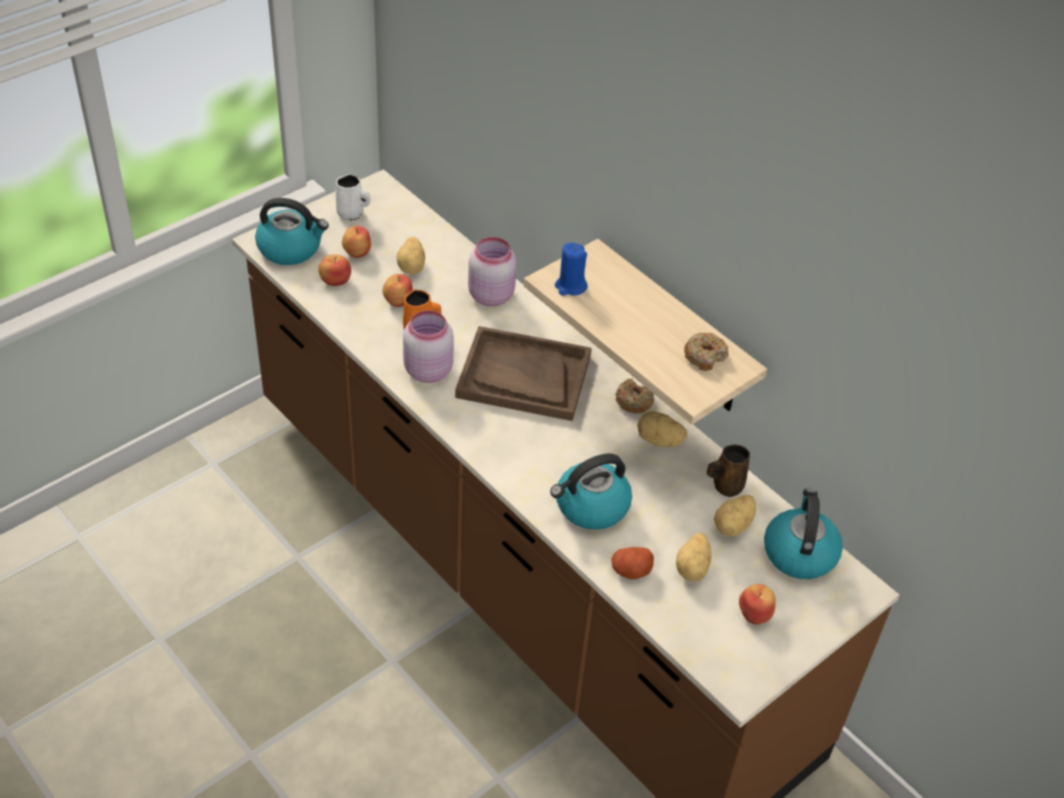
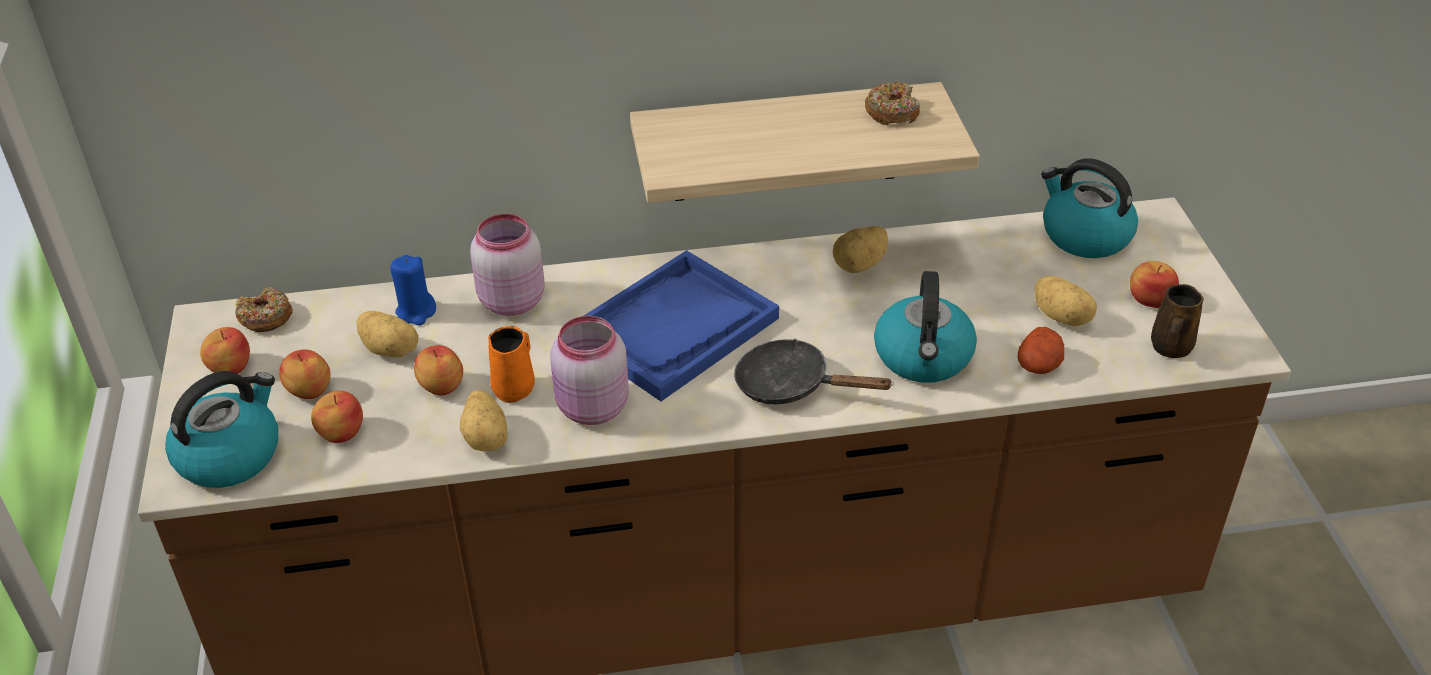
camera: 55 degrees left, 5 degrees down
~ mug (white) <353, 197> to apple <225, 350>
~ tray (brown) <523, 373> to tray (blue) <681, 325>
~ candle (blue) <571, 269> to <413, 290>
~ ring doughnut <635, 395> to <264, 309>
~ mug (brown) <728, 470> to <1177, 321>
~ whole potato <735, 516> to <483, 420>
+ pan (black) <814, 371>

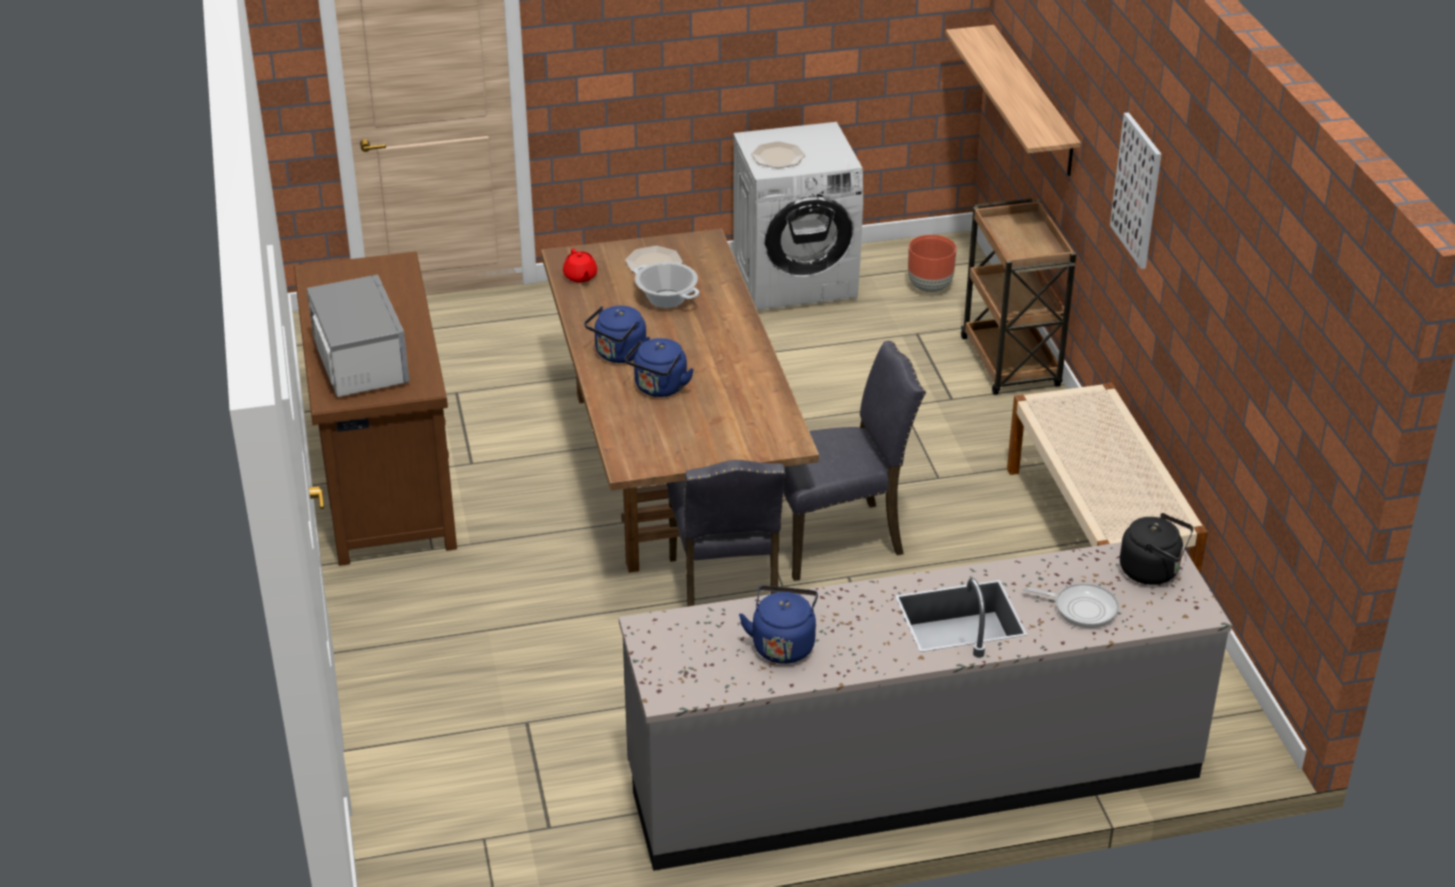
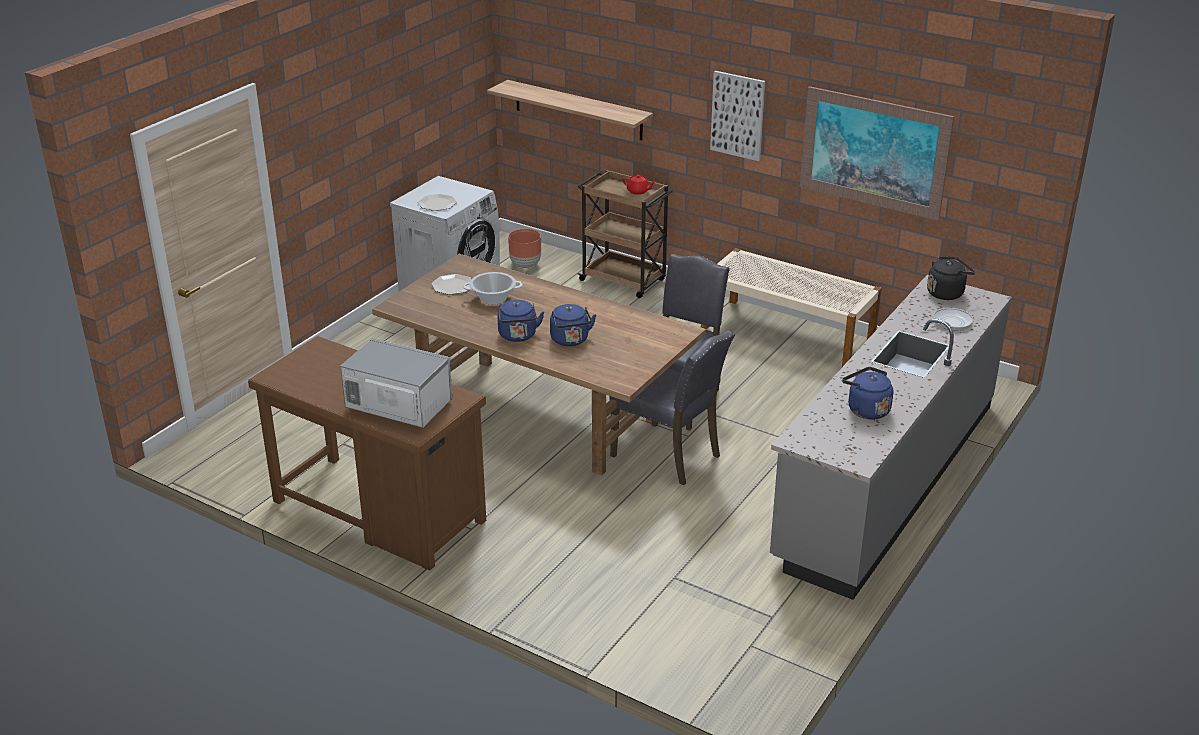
camera: 45 degrees left, 5 degrees down
~ pot for tea (red) <580, 265> to <638, 185>
+ wall picture <877, 153>

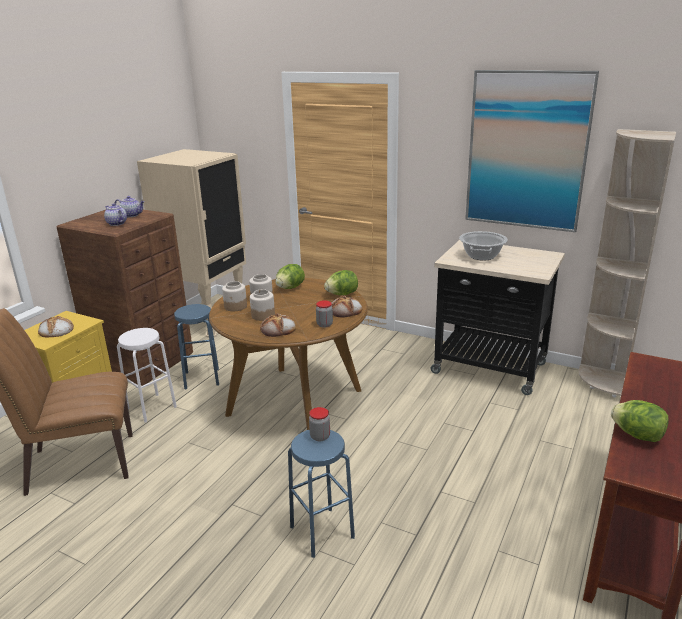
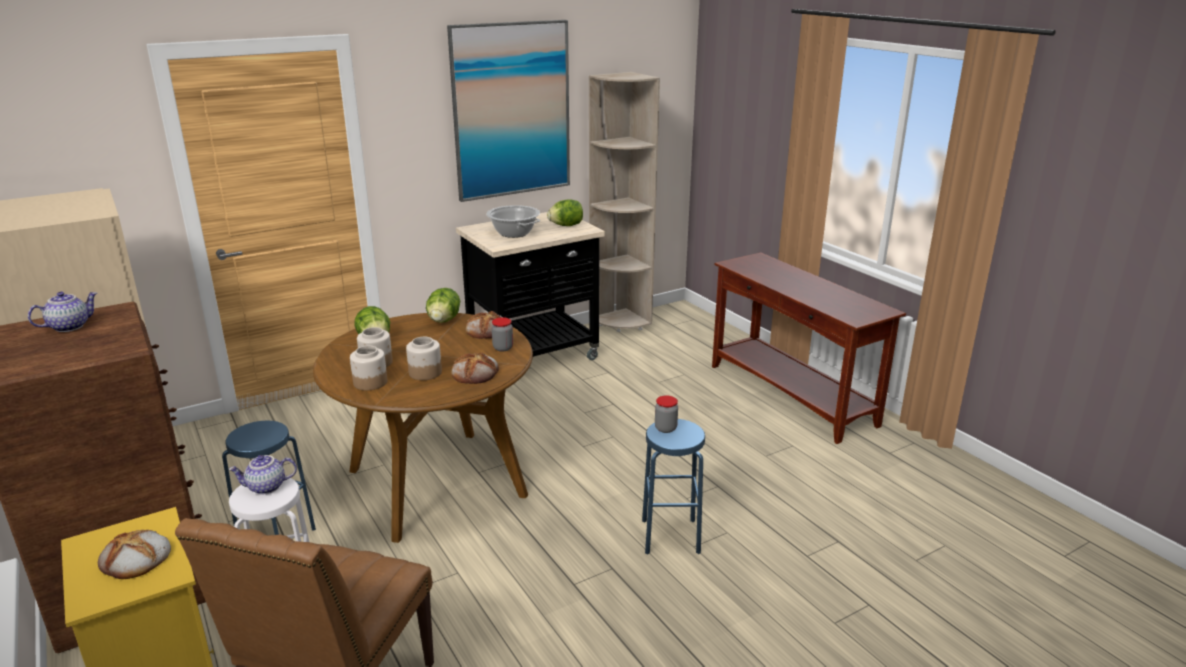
camera: 60 degrees left, 0 degrees up
~ pot for tea <115, 214> to <262, 474>
~ lettuce <640, 421> to <565, 212>

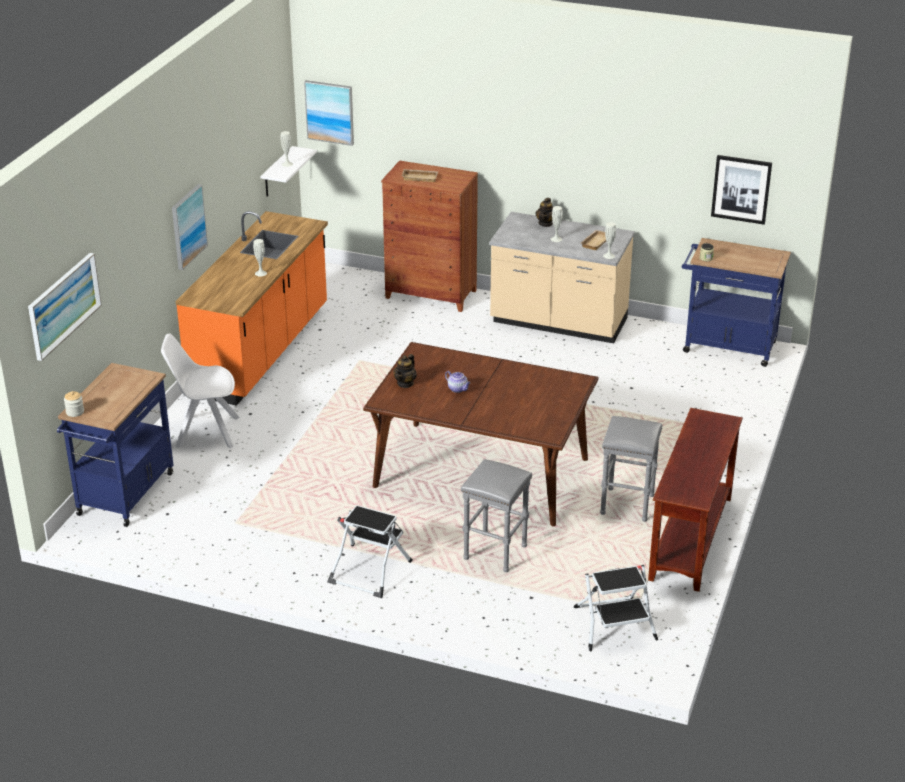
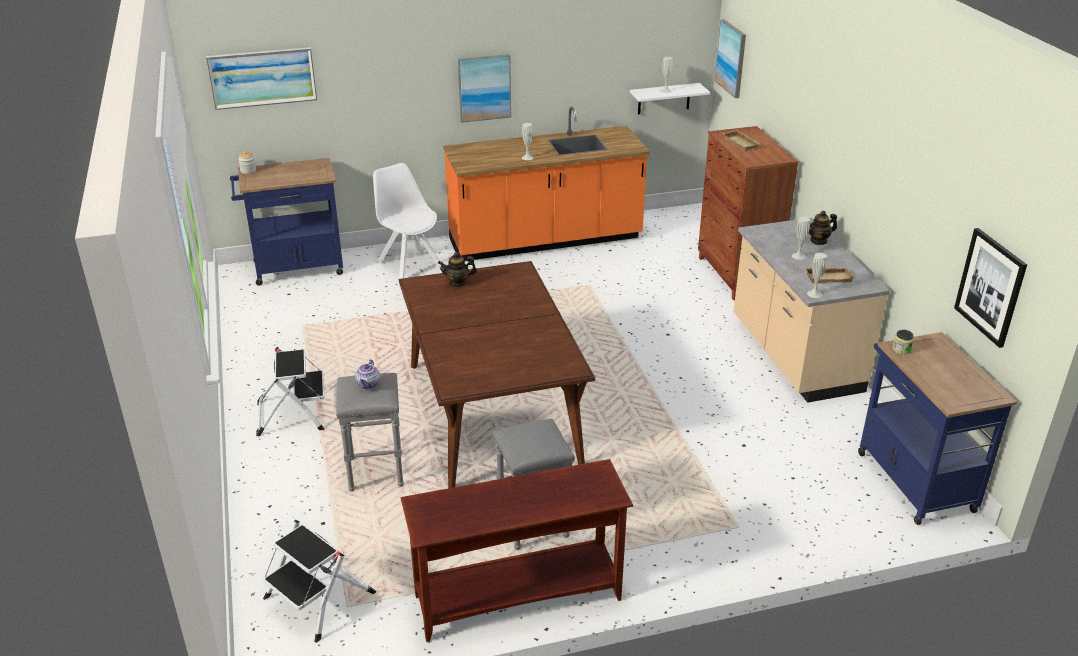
camera: 55 degrees right, 0 degrees up
~ pot for tea <457, 382> to <367, 374>

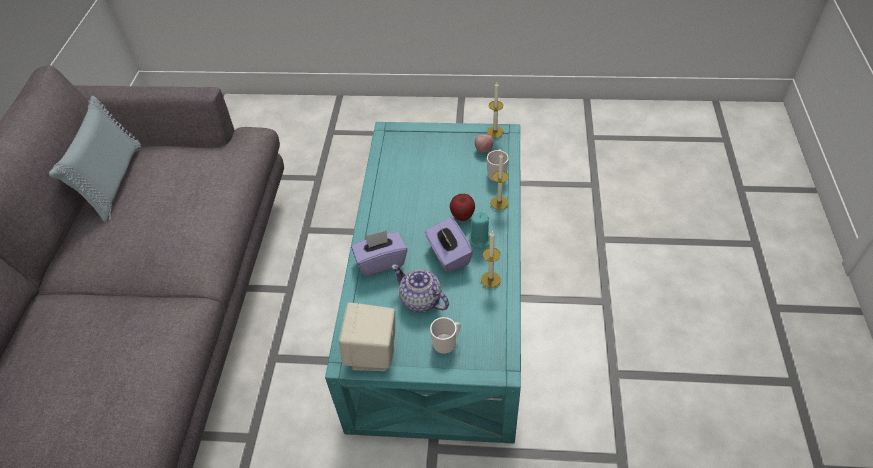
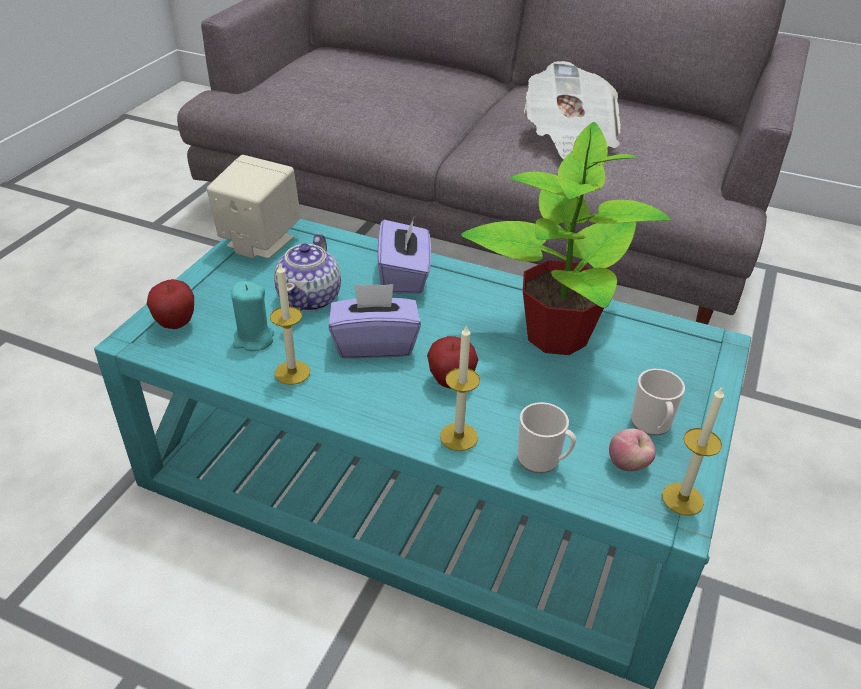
camera: 105 degrees right, 10 degrees down
- throw pillow (blue) <95, 159>
~ pot for tea <420, 288> = <307, 272> 135 degrees clockwise
~ mug <445, 335> to <658, 402>
~ candle (blue-green) <479, 230> to <252, 316>
+ apple <170, 304>
+ houseplant <566, 238>
+ daily paper <572, 110>

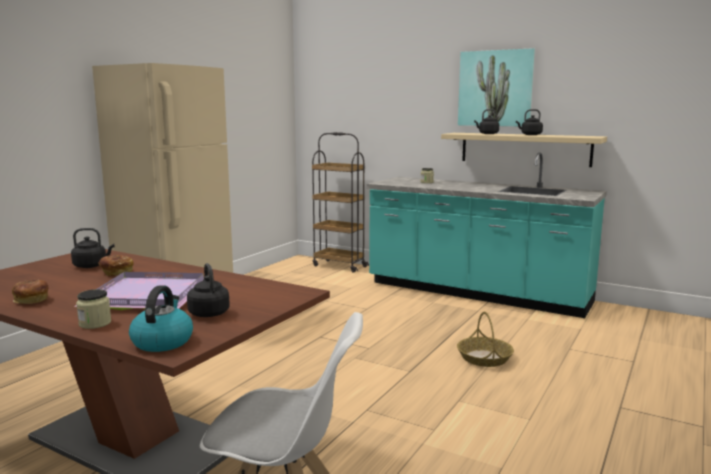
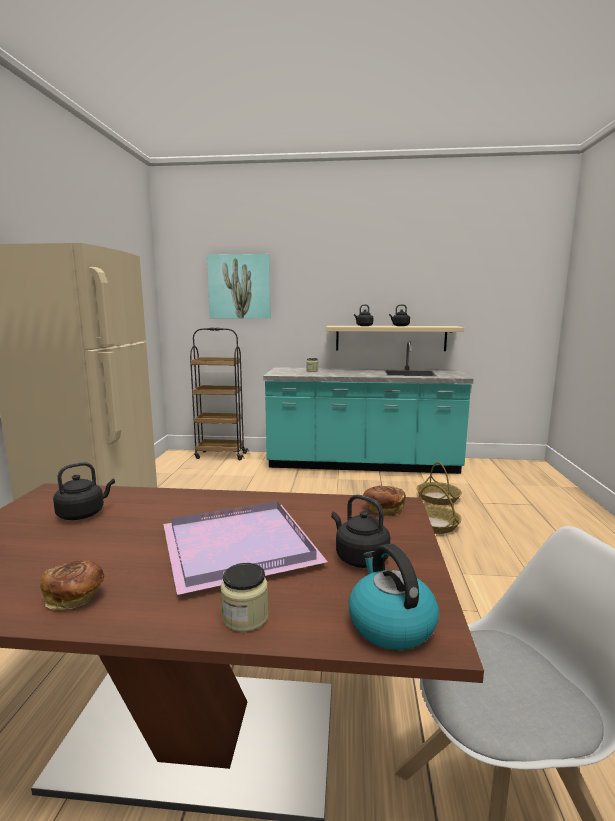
camera: 25 degrees left, 0 degrees up
~ baked bread <116, 265> to <384, 501>
~ wall picture <496, 87> to <239, 286>
+ storage basket <439, 483>

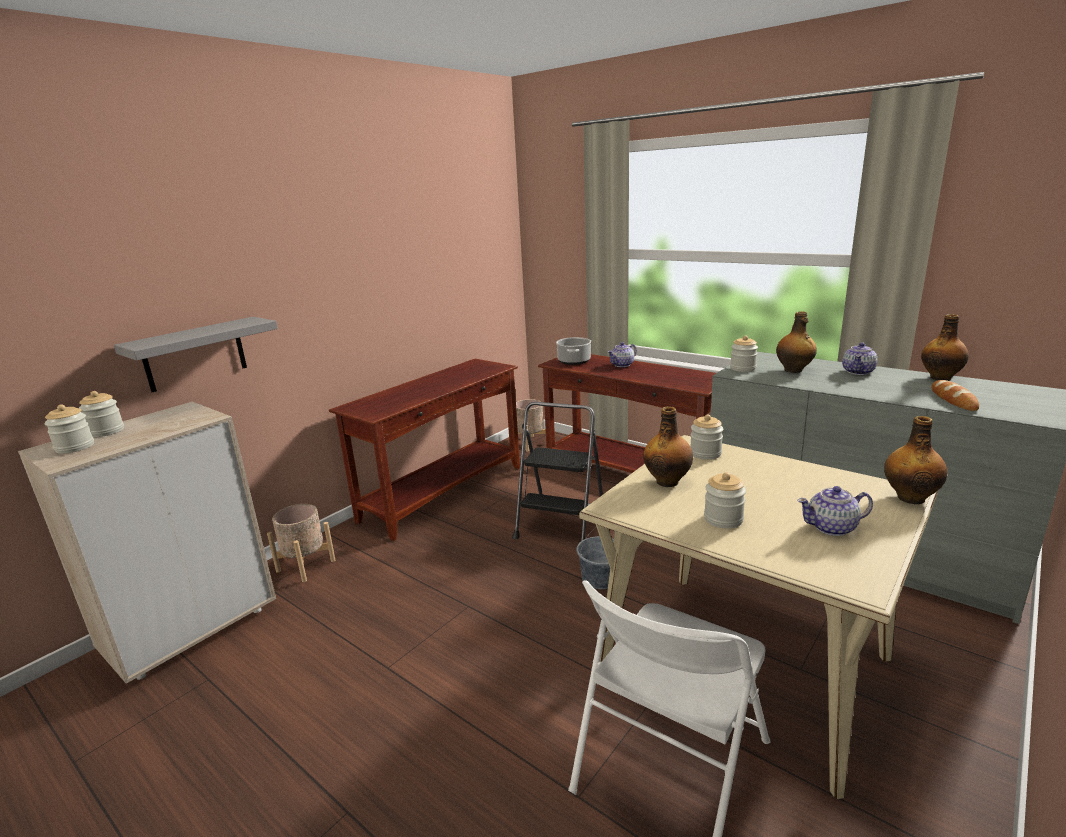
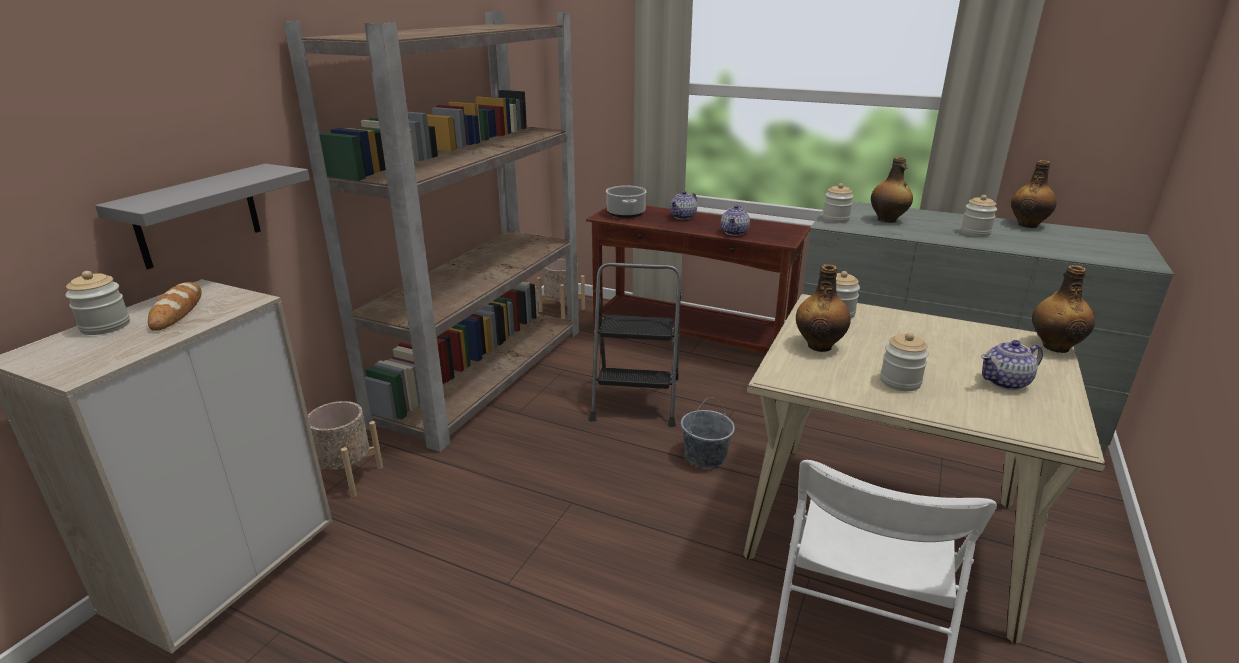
camera: 15 degrees left, 5 degrees up
~ storage jar <69, 429> to <979, 215>
~ hall table (brown) <424, 450> to bookshelf (brown) <431, 231>
~ pot for tea <859, 358> to <735, 220>
~ baked bread <955, 395> to <175, 306>

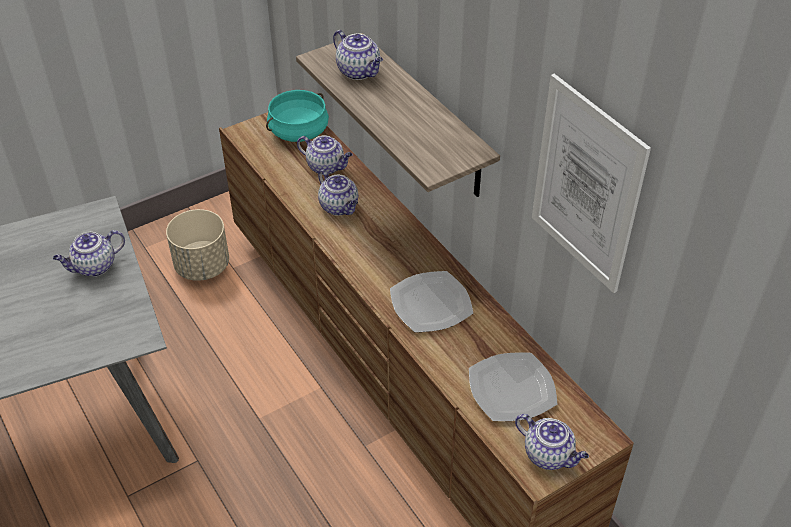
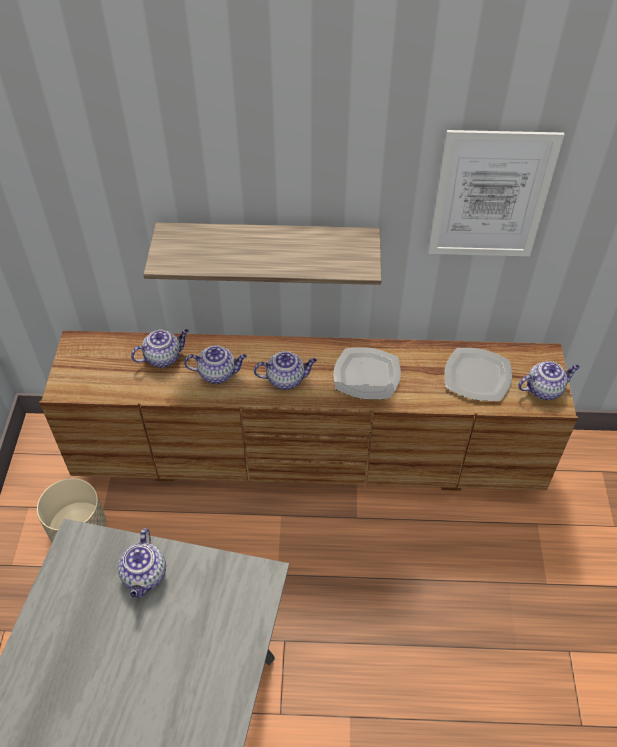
camera: 55 degrees left, 5 degrees up
- saucepot (blue-green) <297, 116>
~ pot for tea <358, 55> to <285, 370>

